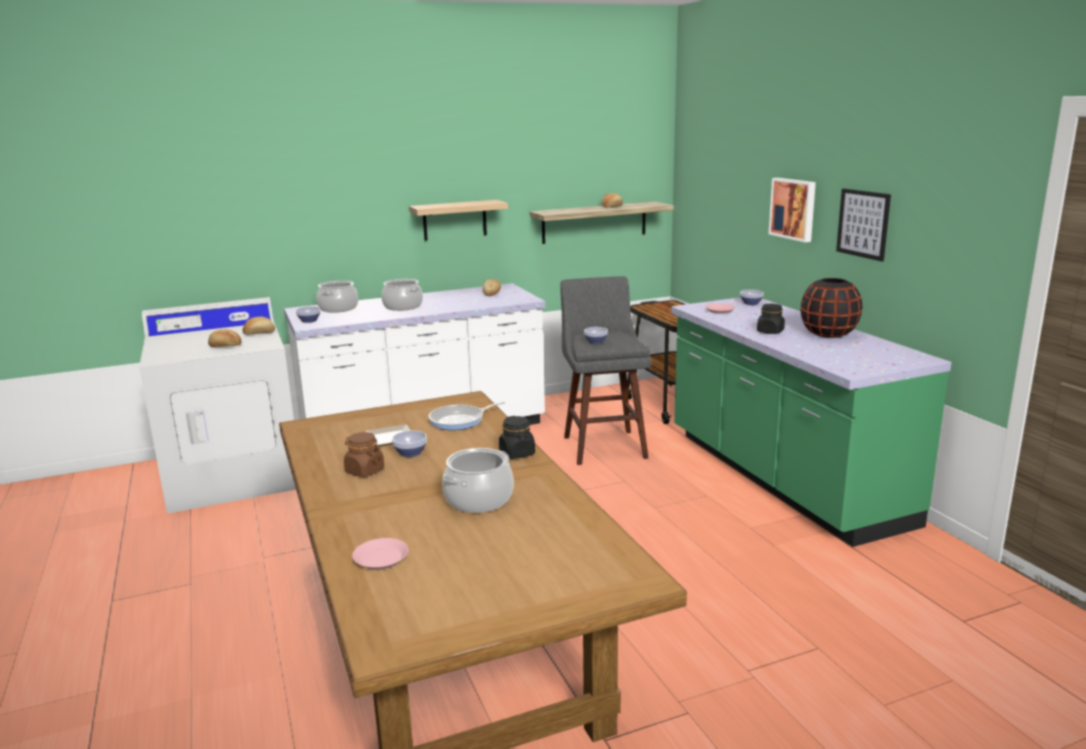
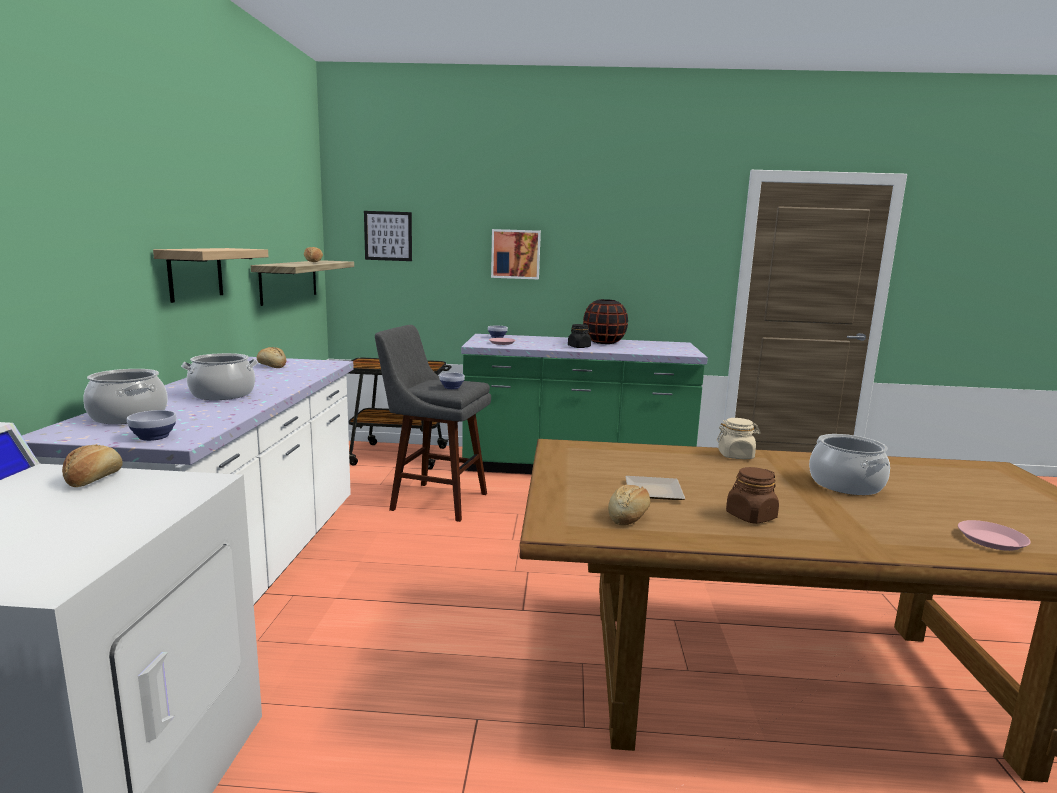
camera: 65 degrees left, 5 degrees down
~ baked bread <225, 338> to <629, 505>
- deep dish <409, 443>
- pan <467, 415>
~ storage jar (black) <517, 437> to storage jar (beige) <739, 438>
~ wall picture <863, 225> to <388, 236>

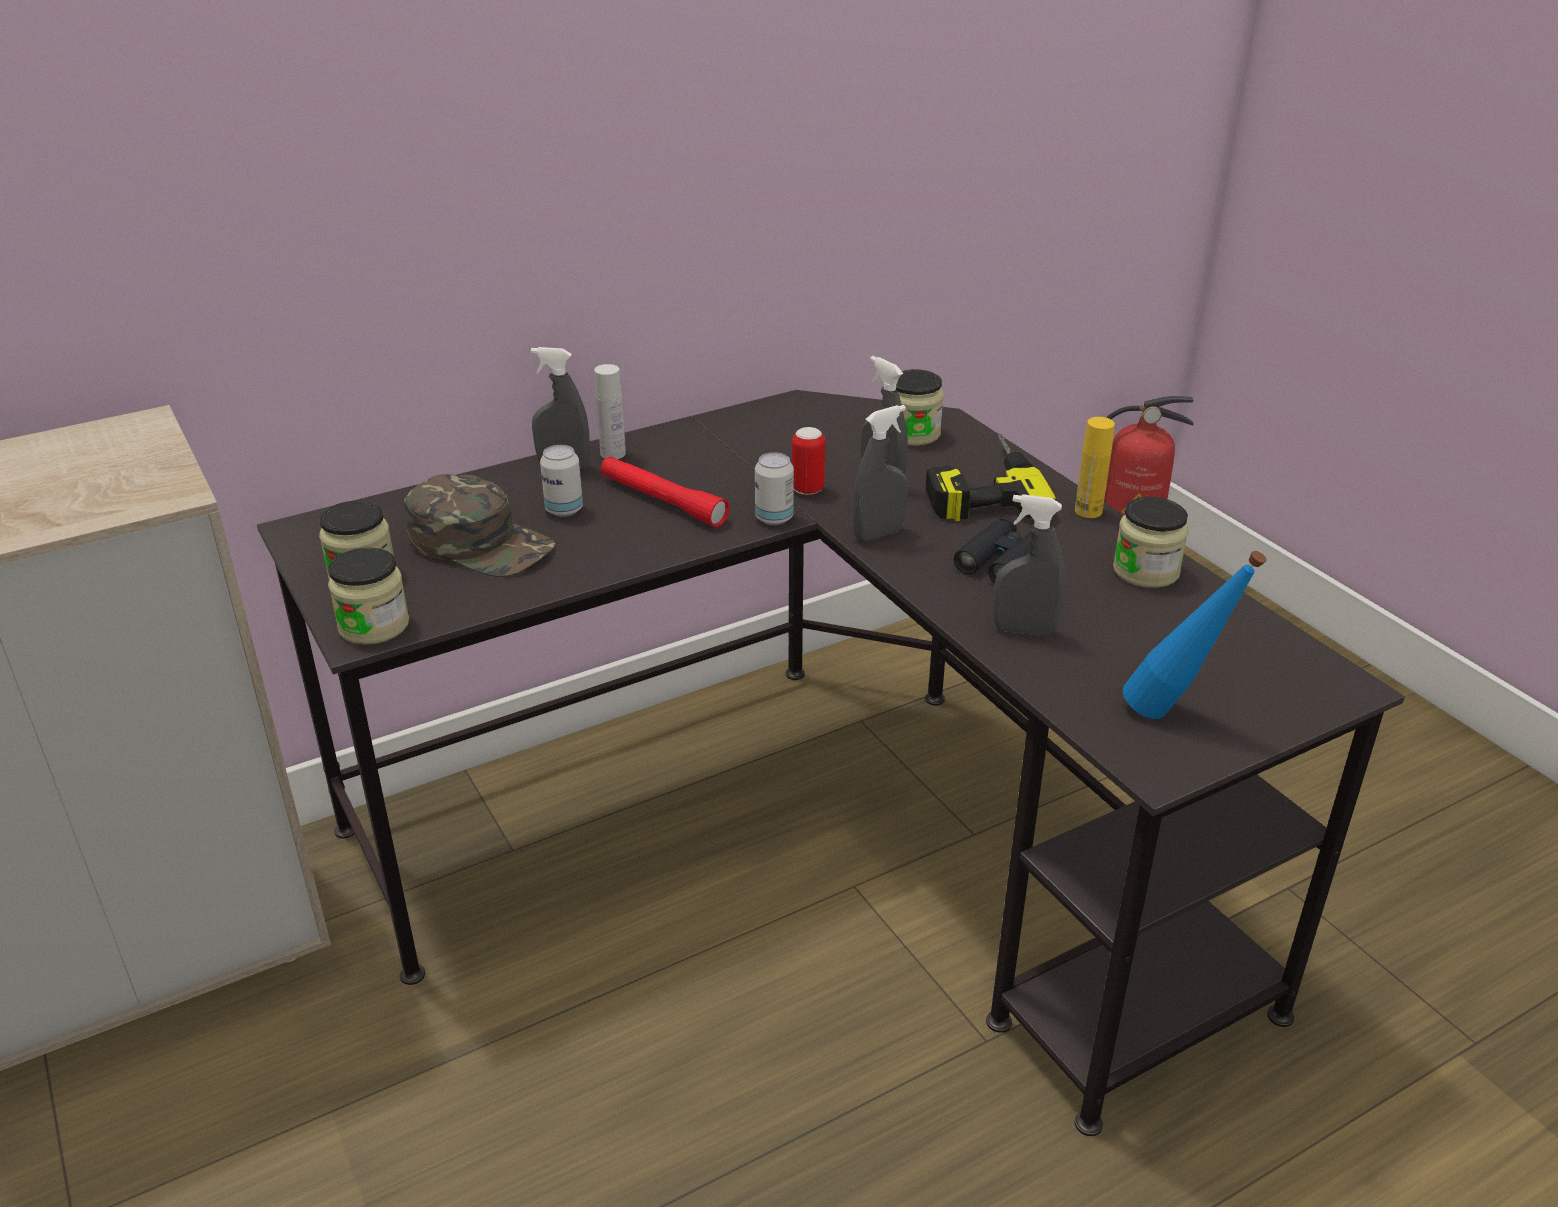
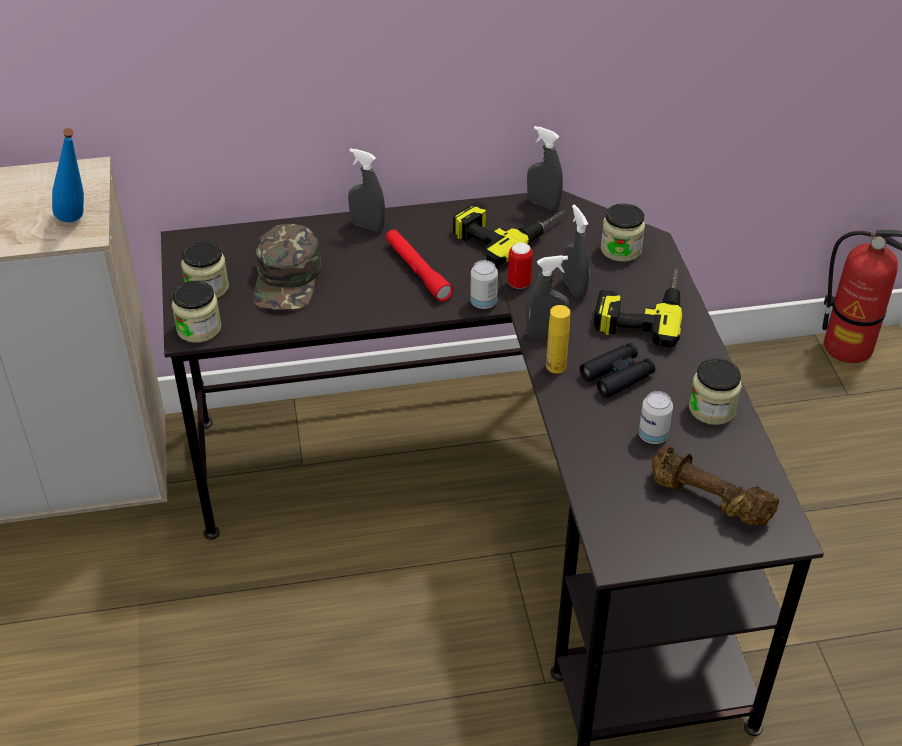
camera: 20 degrees right, 10 degrees up
~ baseball cap (green-coloured) <480, 525> = <287, 267> 45 degrees clockwise
~ sealed can <561, 481> to <656, 417>
- bottle (white) <610, 411>
~ hand sprayer (gray) <1029, 565> to <545, 167>
~ bottle (yellow-coloured) <1095, 467> to <558, 339>
~ bottle (blue) <1195, 635> to <68, 175>
+ power drill <509, 234>
+ free weight (brown) <715, 486>

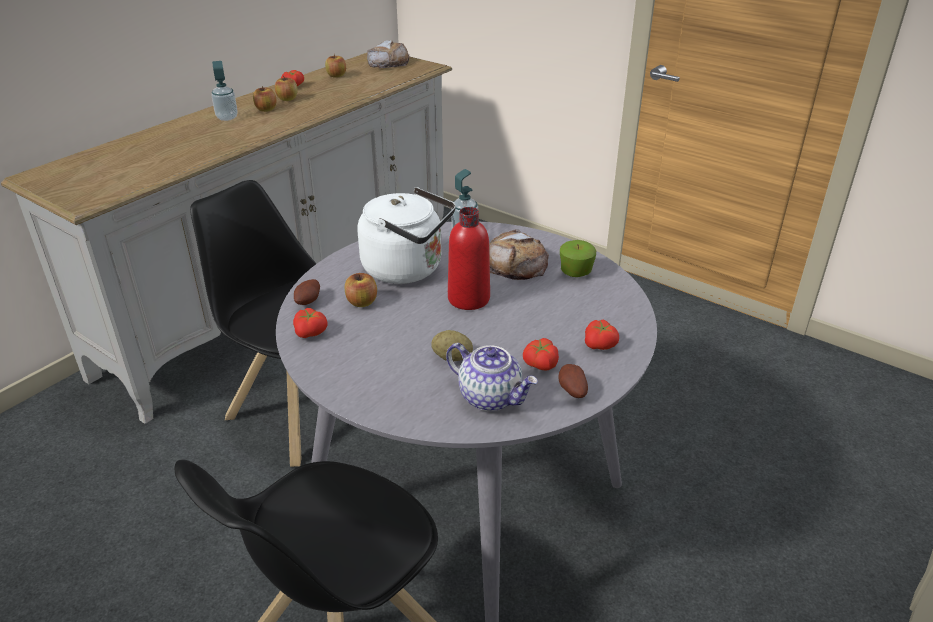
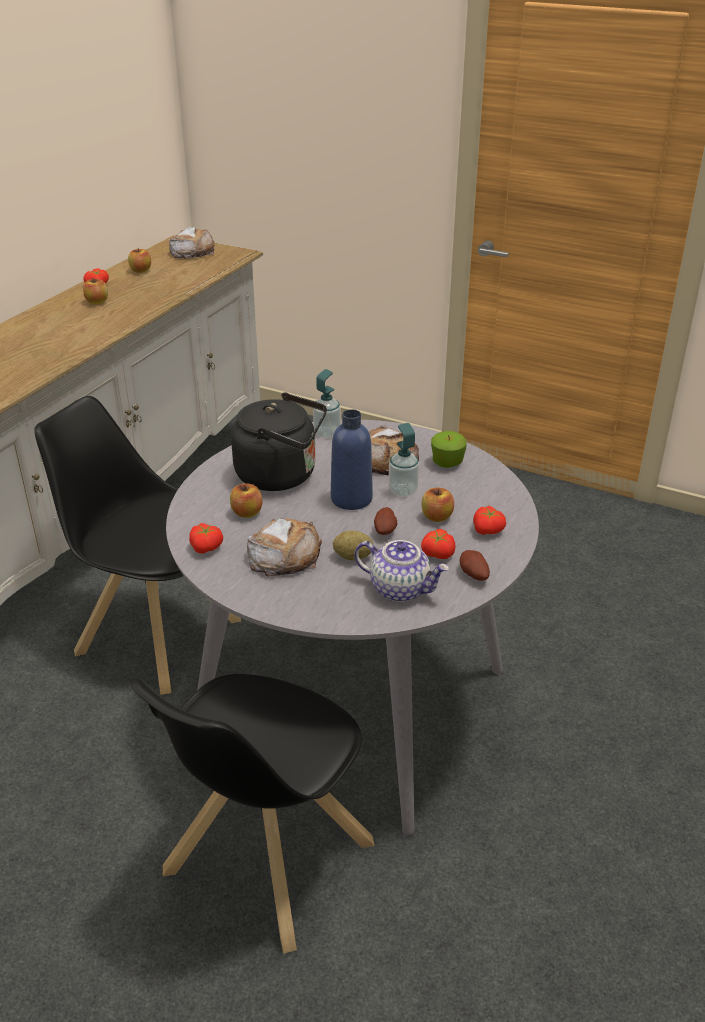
camera: 10 degrees left, 0 degrees up
~ soap dispenser <224, 91> to <404, 460>
~ apple <265, 99> to <438, 504>
~ whole potato <307, 292> to <386, 521>
~ kettle (white) <406, 235> to kettle (black) <279, 441>
~ bottle (red) <469, 258> to bottle (blue) <352, 459>
+ baked bread <284, 547>

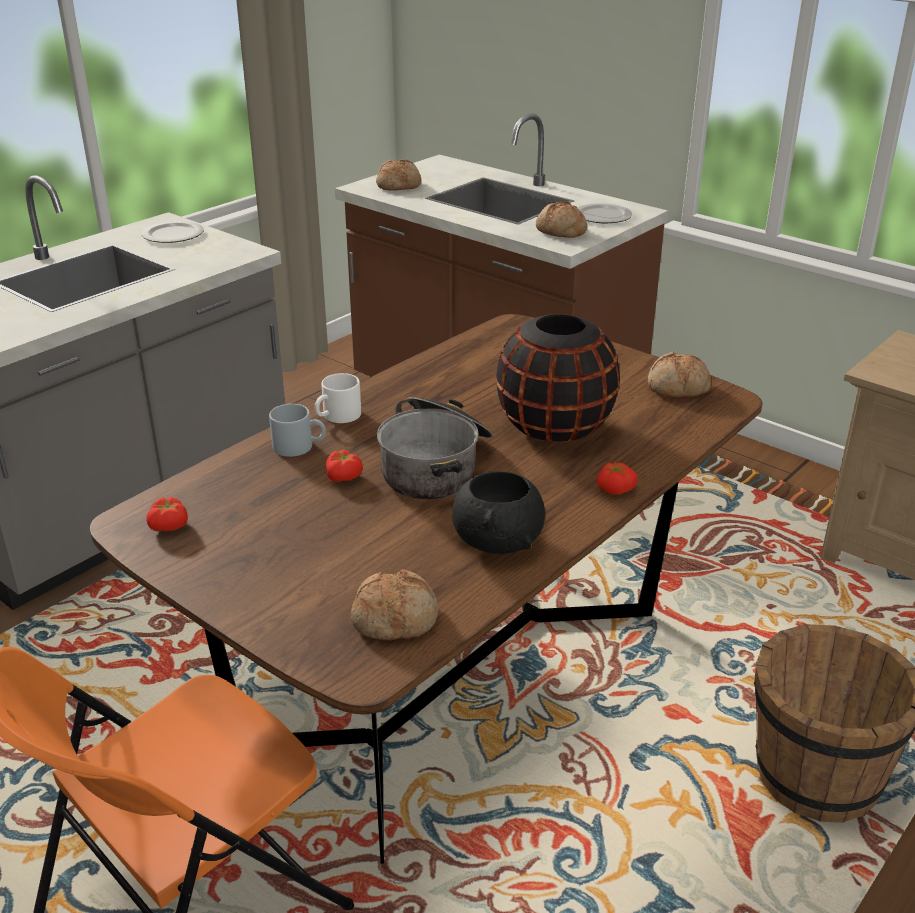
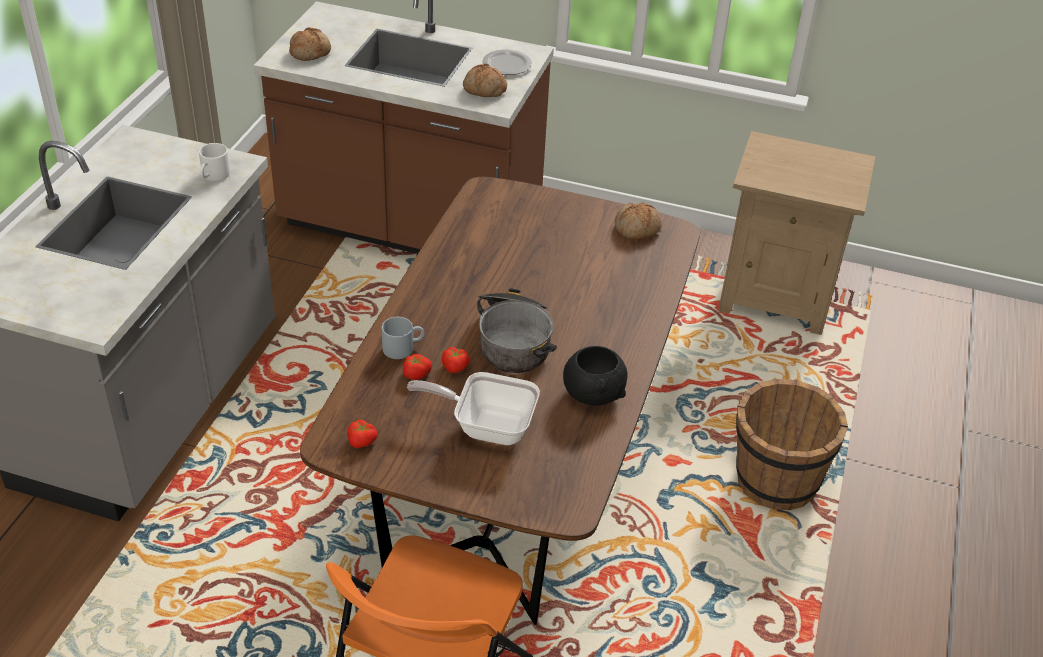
camera: 25 degrees left, 10 degrees up
- flat dish <173, 232>
~ mug (white) <338, 398> to <214, 162>
- baked bread <394, 604>
- flower vase (black) <558, 378>
~ tomato <617, 478> to <417, 367>
+ pan <473, 408>

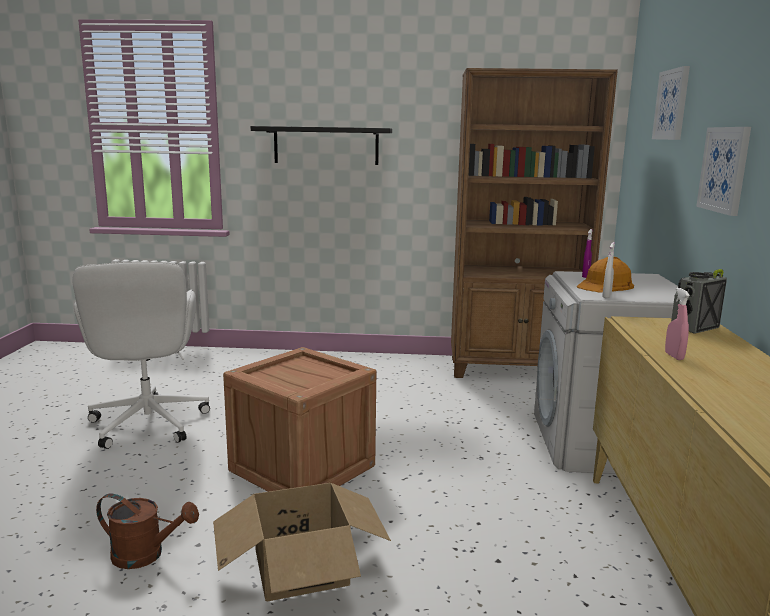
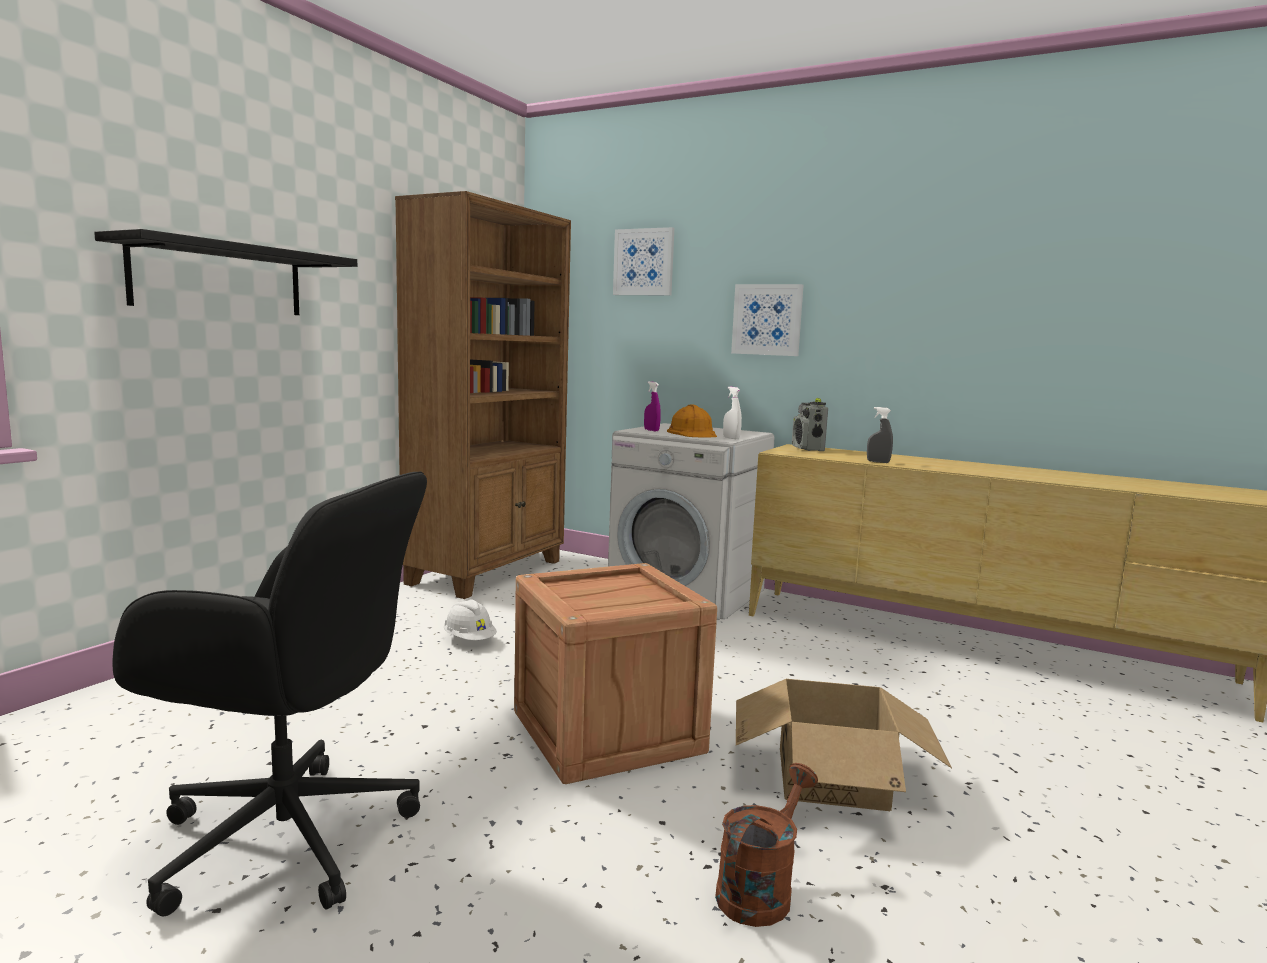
camera: 65 degrees left, 5 degrees down
~ office chair (white) <141, 355> to office chair (black) <270, 694>
~ hand sprayer (pink-coloured) <677, 324> to hand sprayer (gray) <880, 435>
+ safety helmet (white) <470, 620>

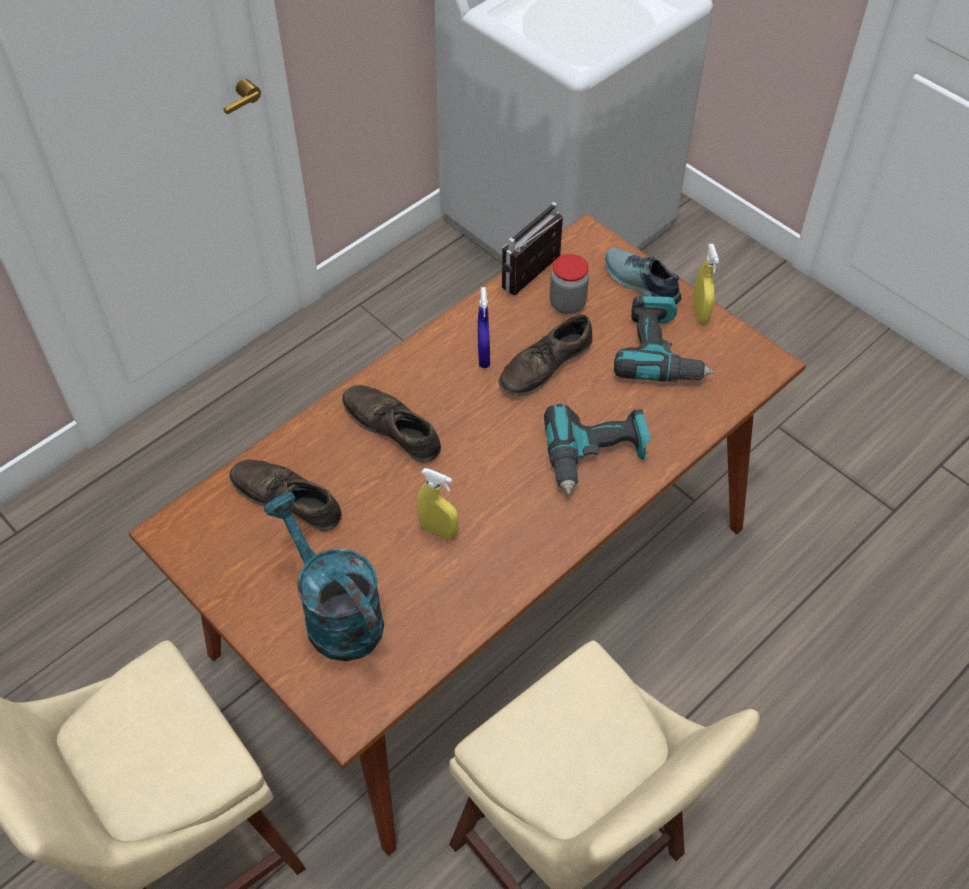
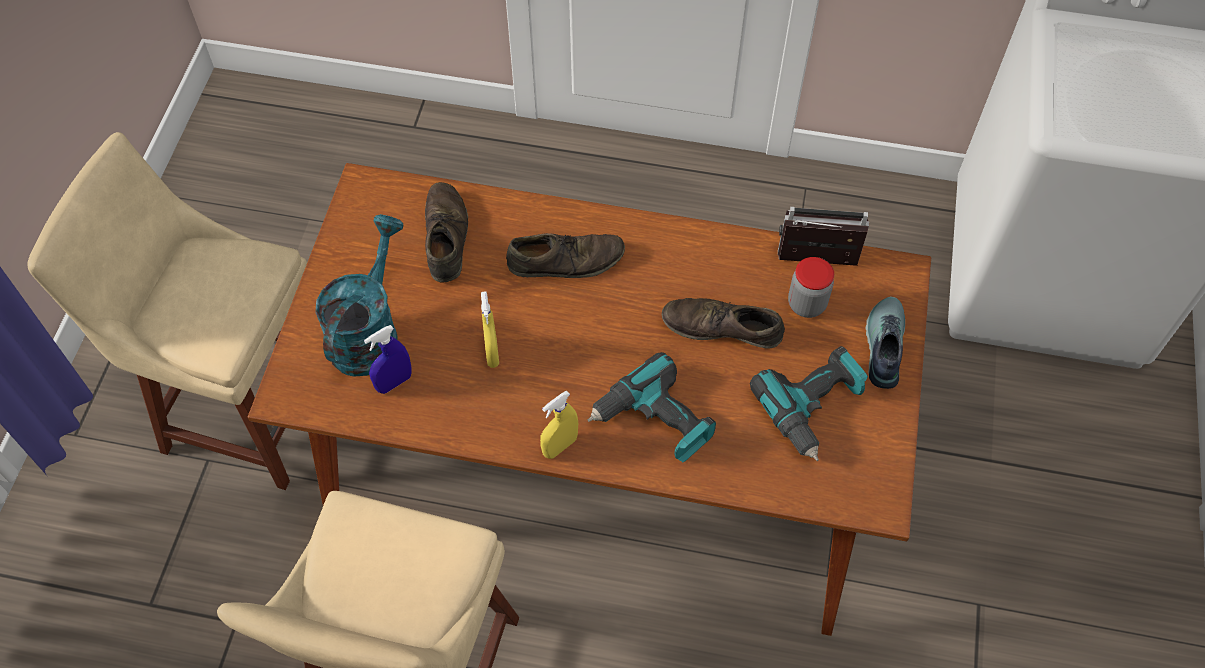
camera: 55 degrees right, 5 degrees up
~ shoe (brown) <391, 424> = <565, 255> 75 degrees clockwise
~ hand sprayer (blue) <484, 327> to <388, 359>
~ hand sprayer (yellow-coloured) <705, 284> to <559, 424>

